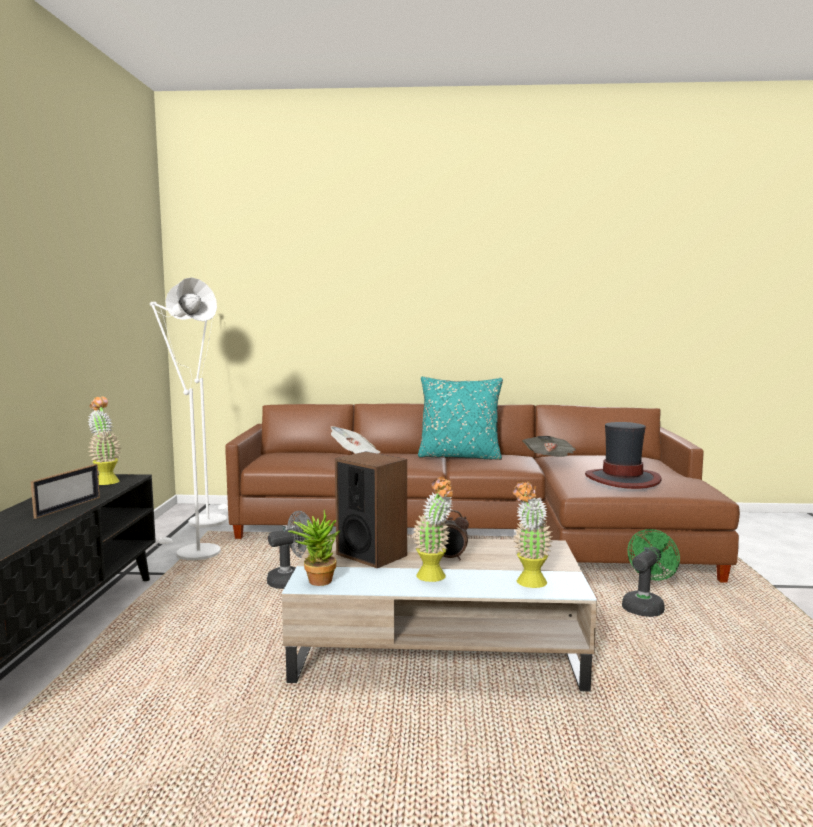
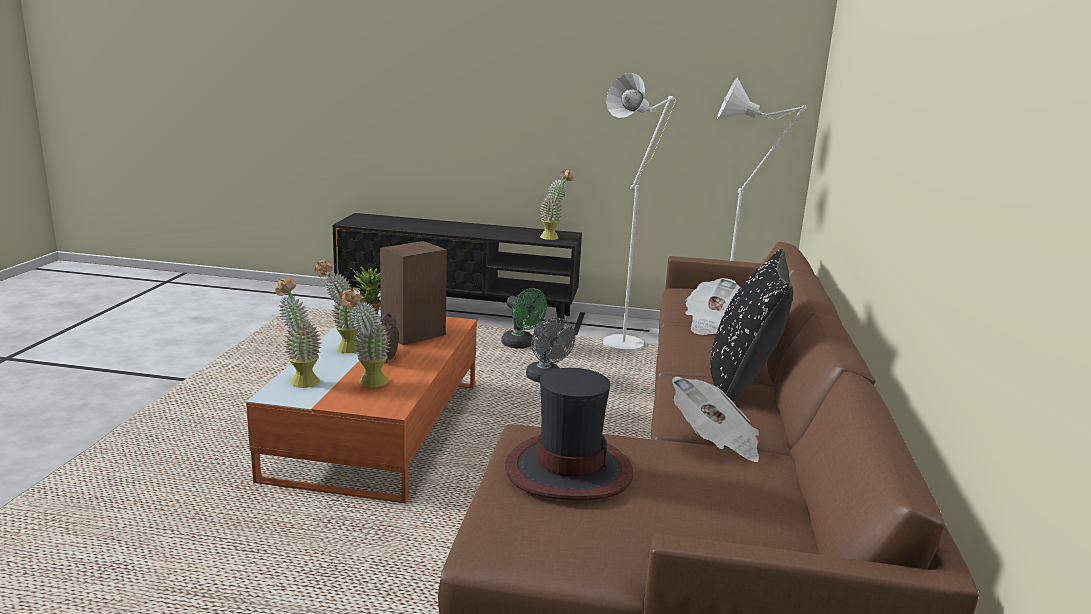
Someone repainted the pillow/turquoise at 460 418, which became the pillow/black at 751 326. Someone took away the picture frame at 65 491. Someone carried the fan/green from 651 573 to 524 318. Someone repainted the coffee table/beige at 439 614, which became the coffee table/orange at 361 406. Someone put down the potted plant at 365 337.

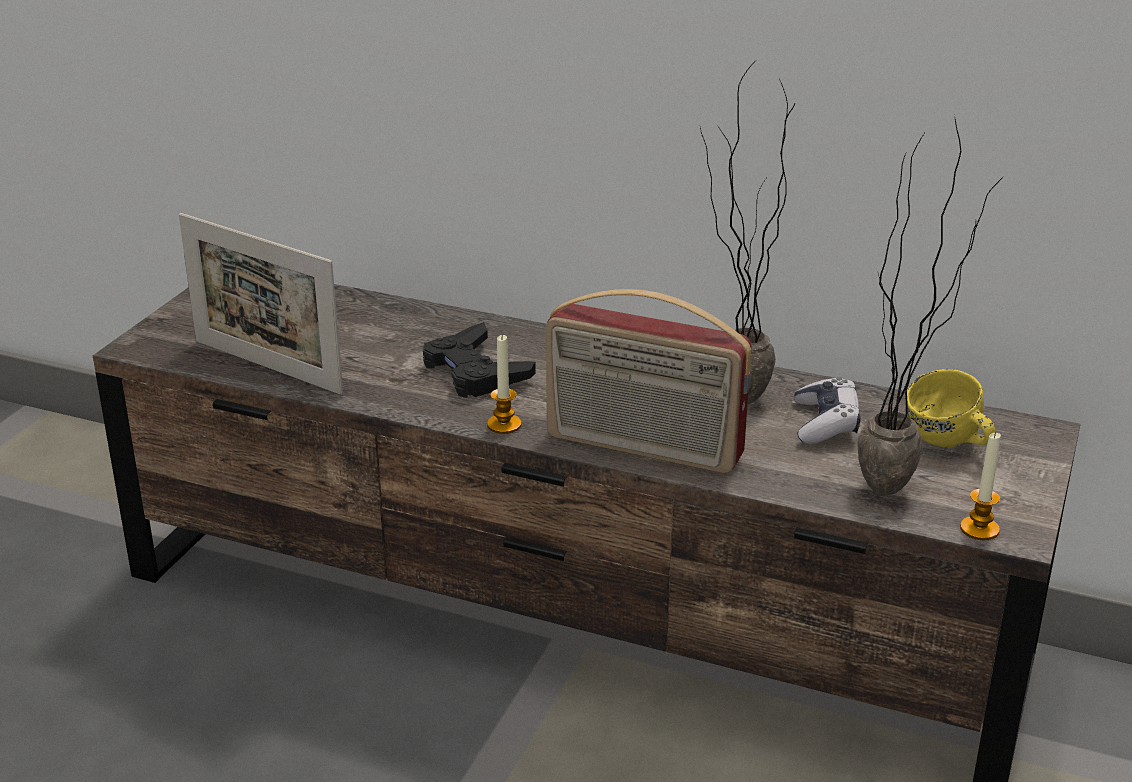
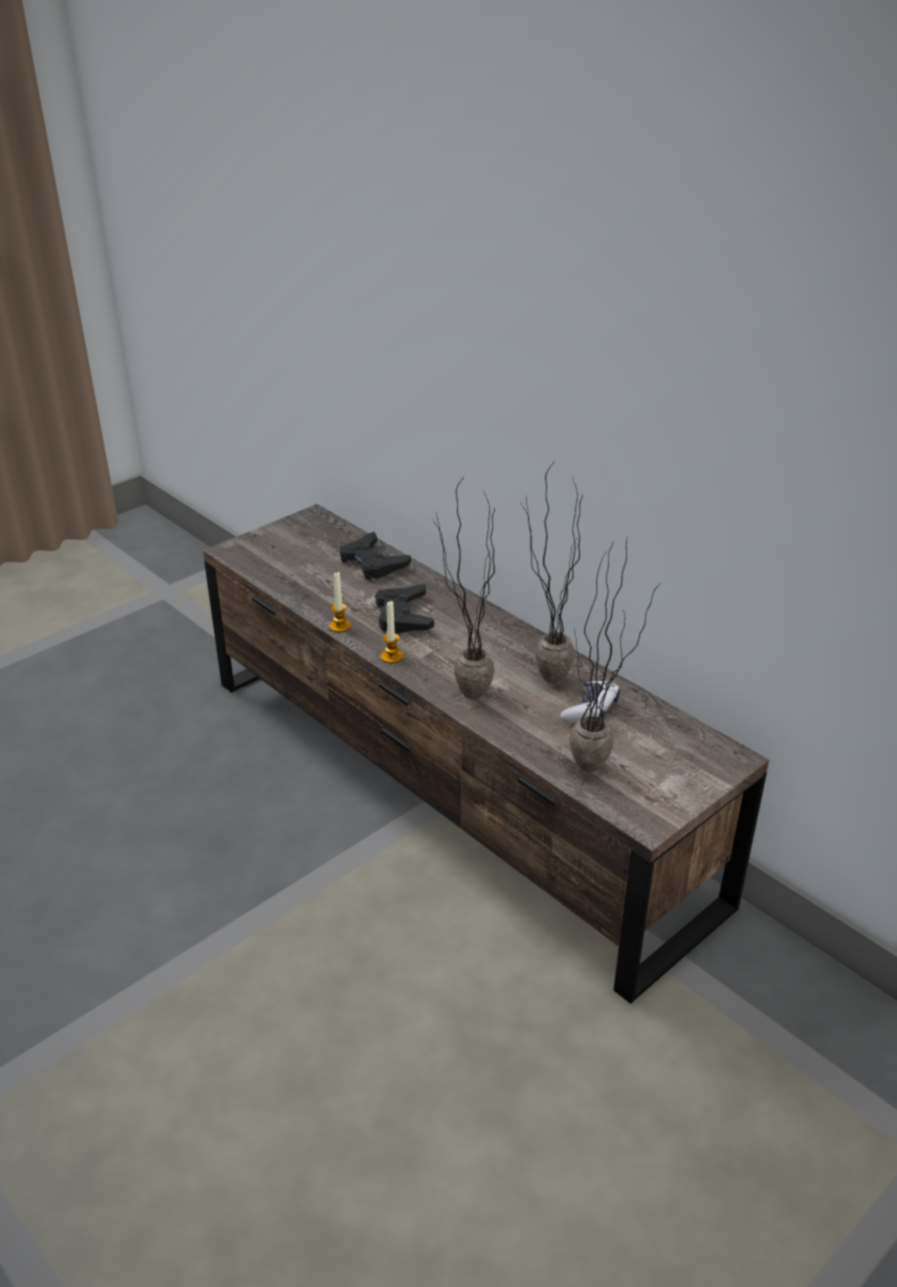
Someone took away the picture frame at 261 304. Someone swapped the radio at 649 381 for the potted plant at 464 588. Someone took away the mug/yellow at 951 408. Someone carried the candle from 980 486 to 340 601. Someone put down the game controller/black at 375 556.

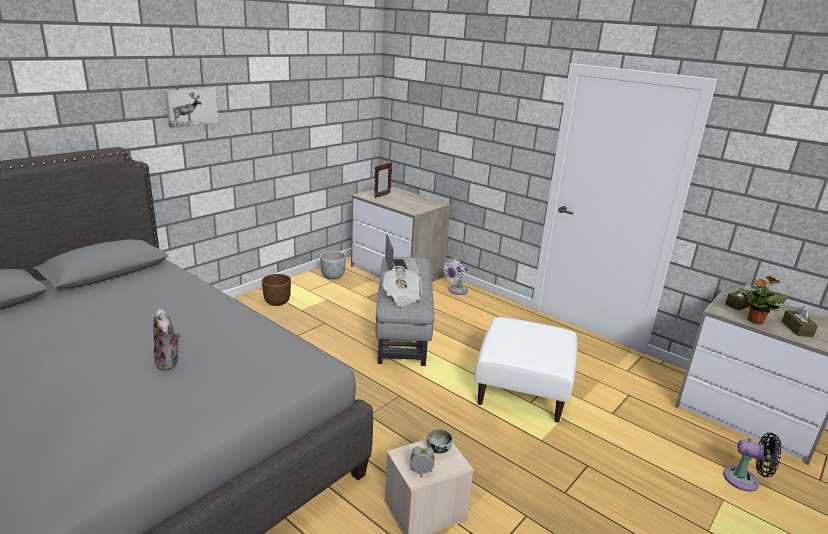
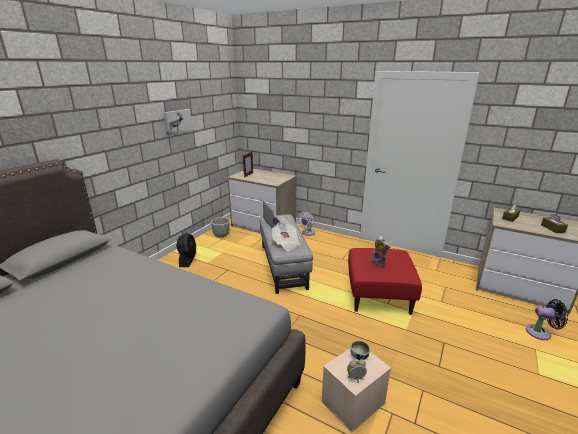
Someone carried the picture from 191 108 to 178 122. Someone swapped the planter/brown at 276 290 for the fan/black at 186 250. Someone took away the potted plant at 763 300. Someone carried the plush toy from 166 339 to 380 251. Someone repainted the ottoman/white at 526 370, which became the ottoman/red at 385 281.

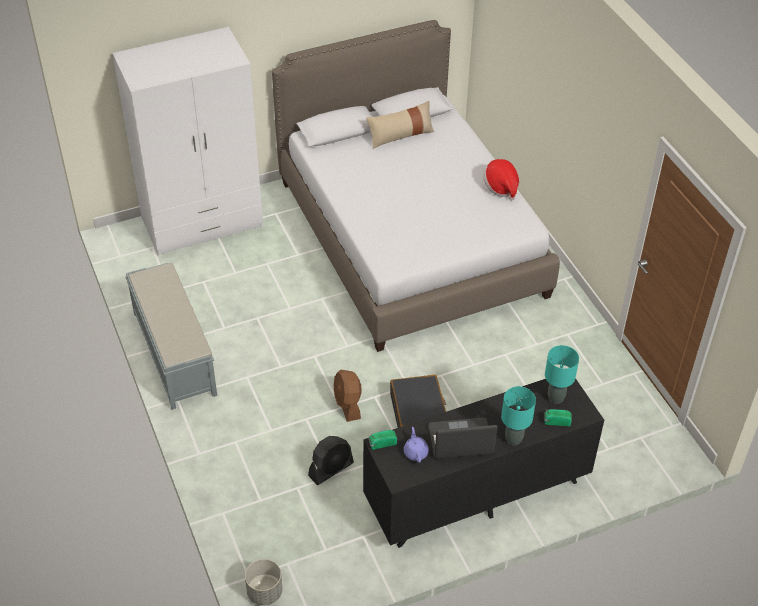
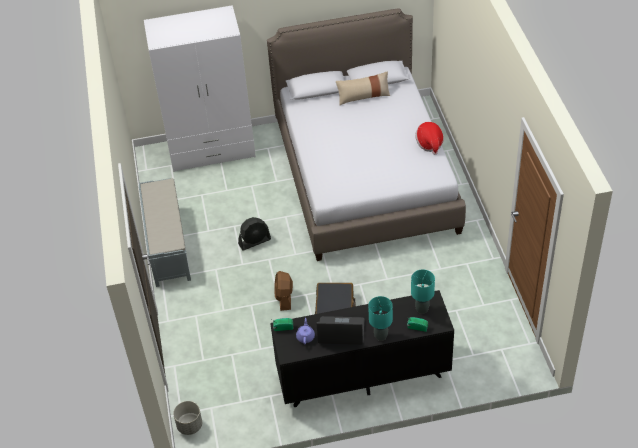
Someone carried the fan/black from 331 460 to 254 234.

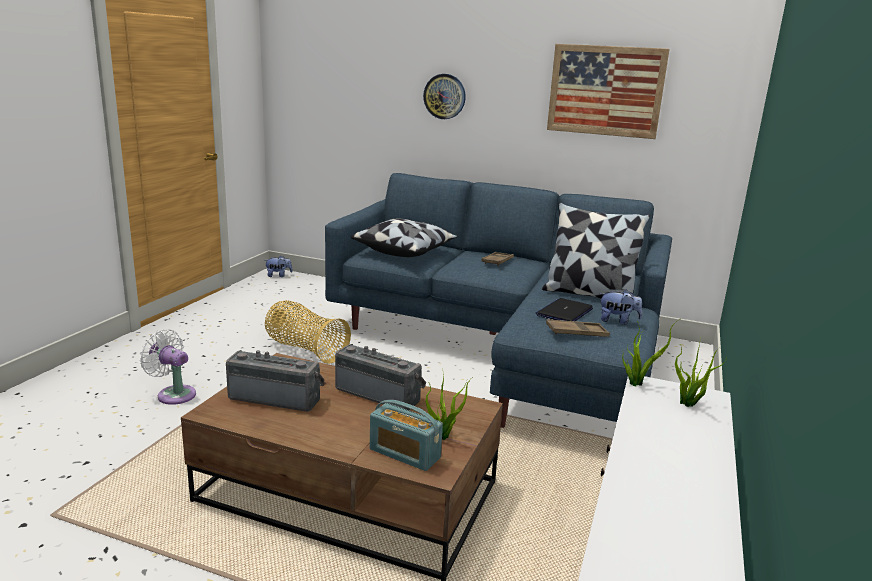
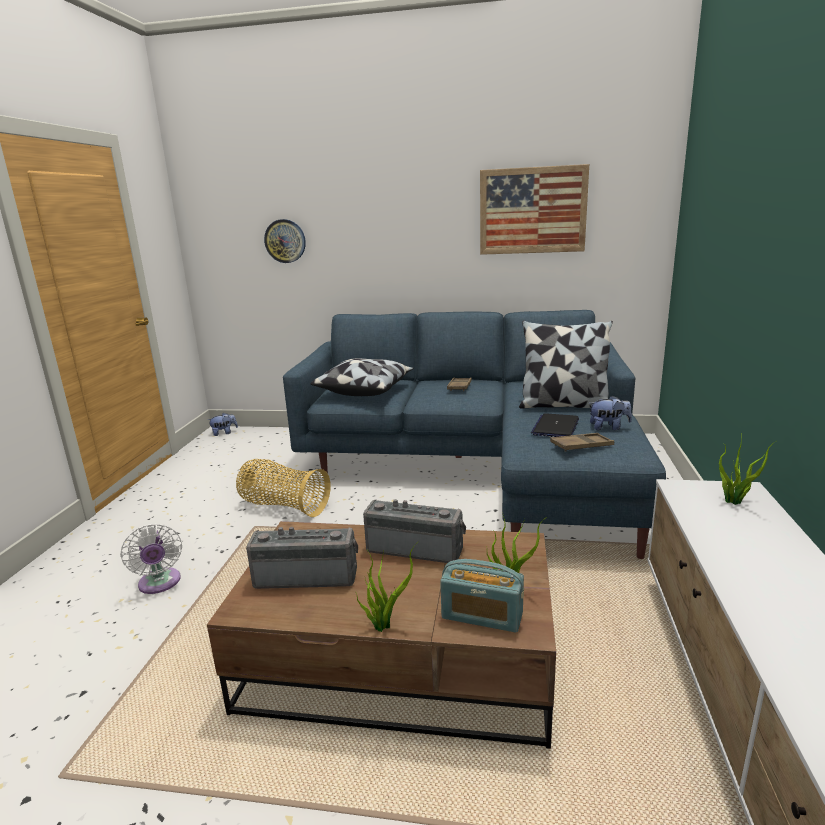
Someone carried the wall clock from 444 96 to 285 241. Someone carried the potted plant from 651 352 to 387 586. Someone rotated the fan/white at 168 367 by 135 degrees counterclockwise.

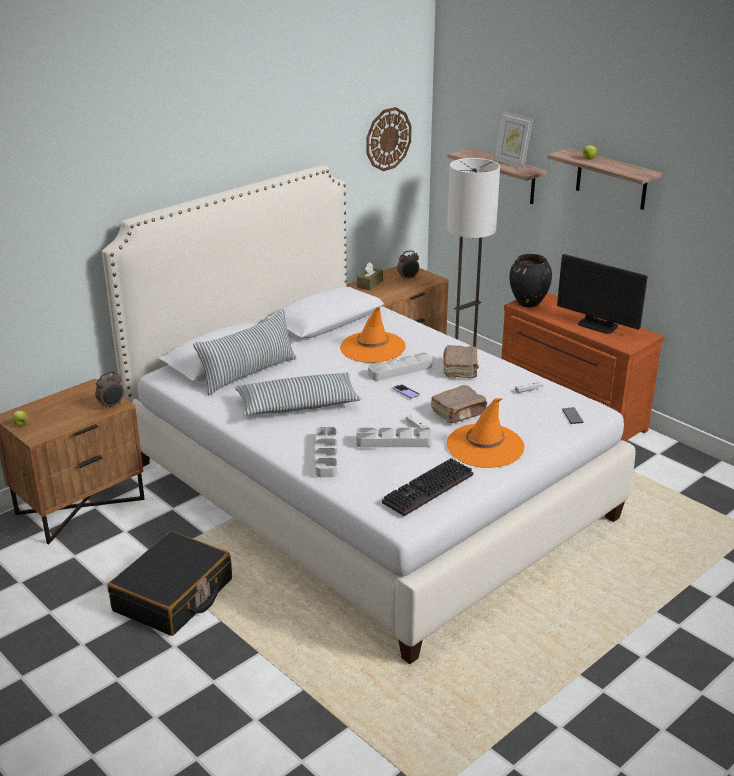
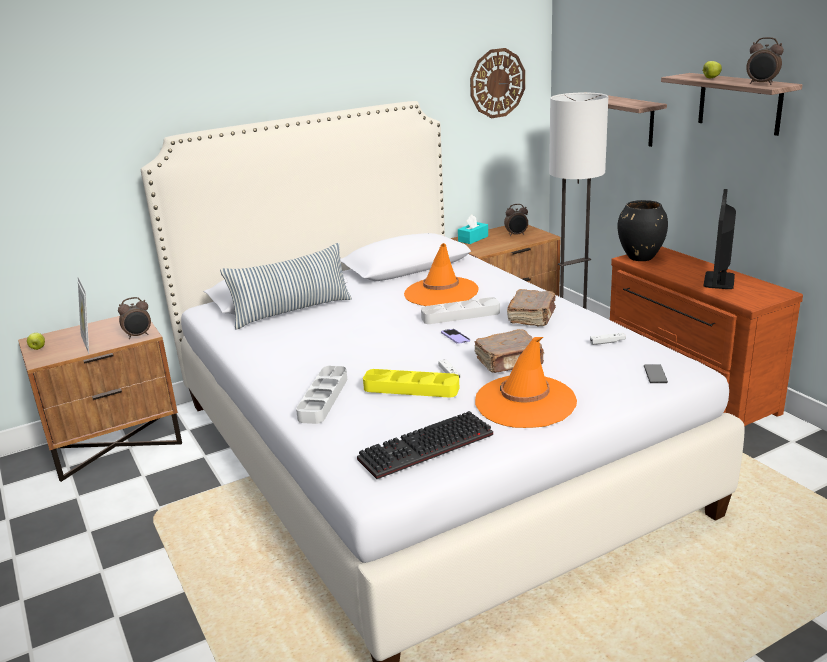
Someone carried the picture frame from 513 140 to 83 315. Someone rotated the monitor at 602 294 by 60 degrees clockwise. Someone repainted the tissue box/brown at 370 276, which became the tissue box/turquoise at 473 229. Someone took away the pillow at 298 394. Someone repainted the tray/grey at 394 437, which became the tray/yellow at 411 383. Someone took away the suitcase/black at 170 583. Someone put down the alarm clock at 765 61.

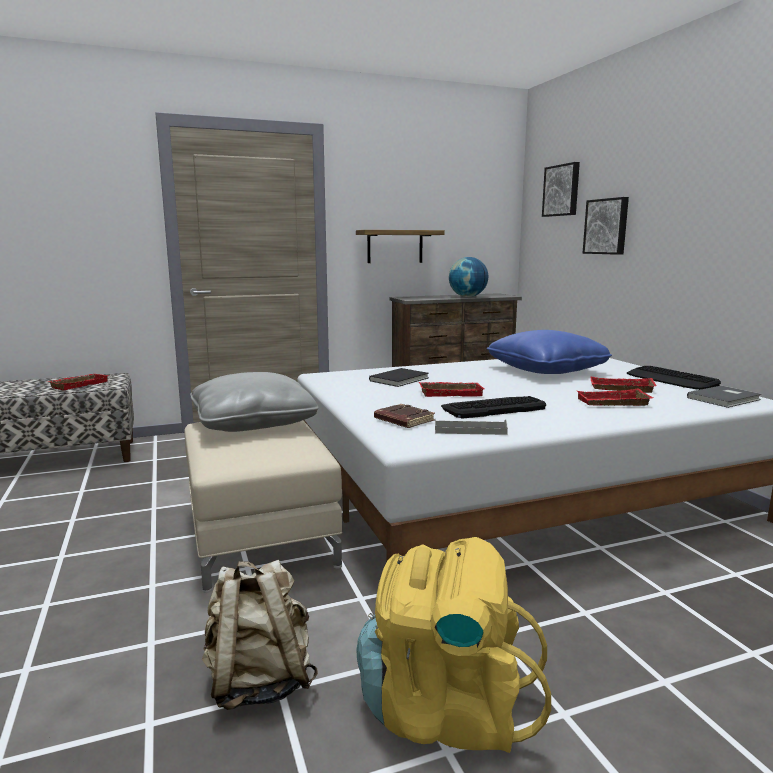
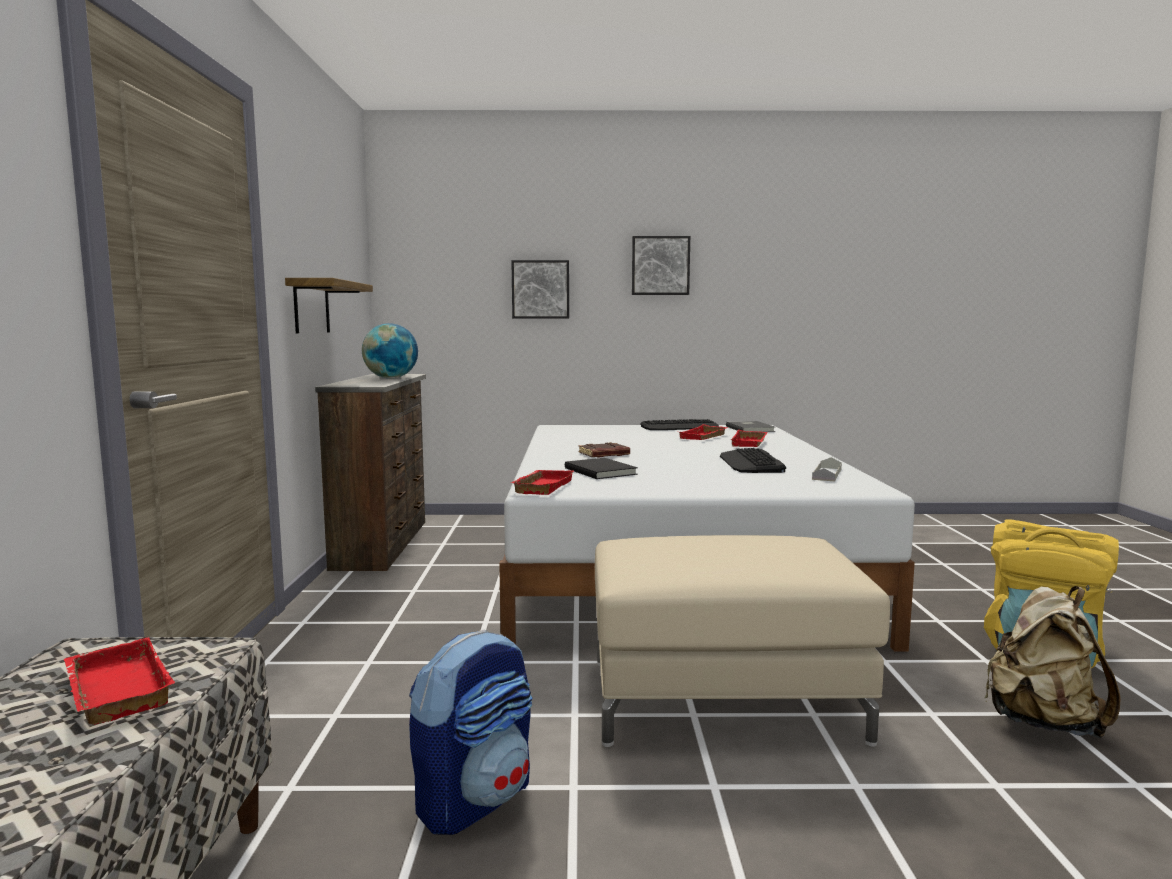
Someone carried the picture from 561 189 to 661 265. Someone took away the pillow/blue at 549 352. Someone took away the pillow/grey at 254 402. Someone carried the tray/red from 451 389 to 542 482. Someone carried the book/brown from 404 416 to 604 449. Someone put down the backpack at 471 732.

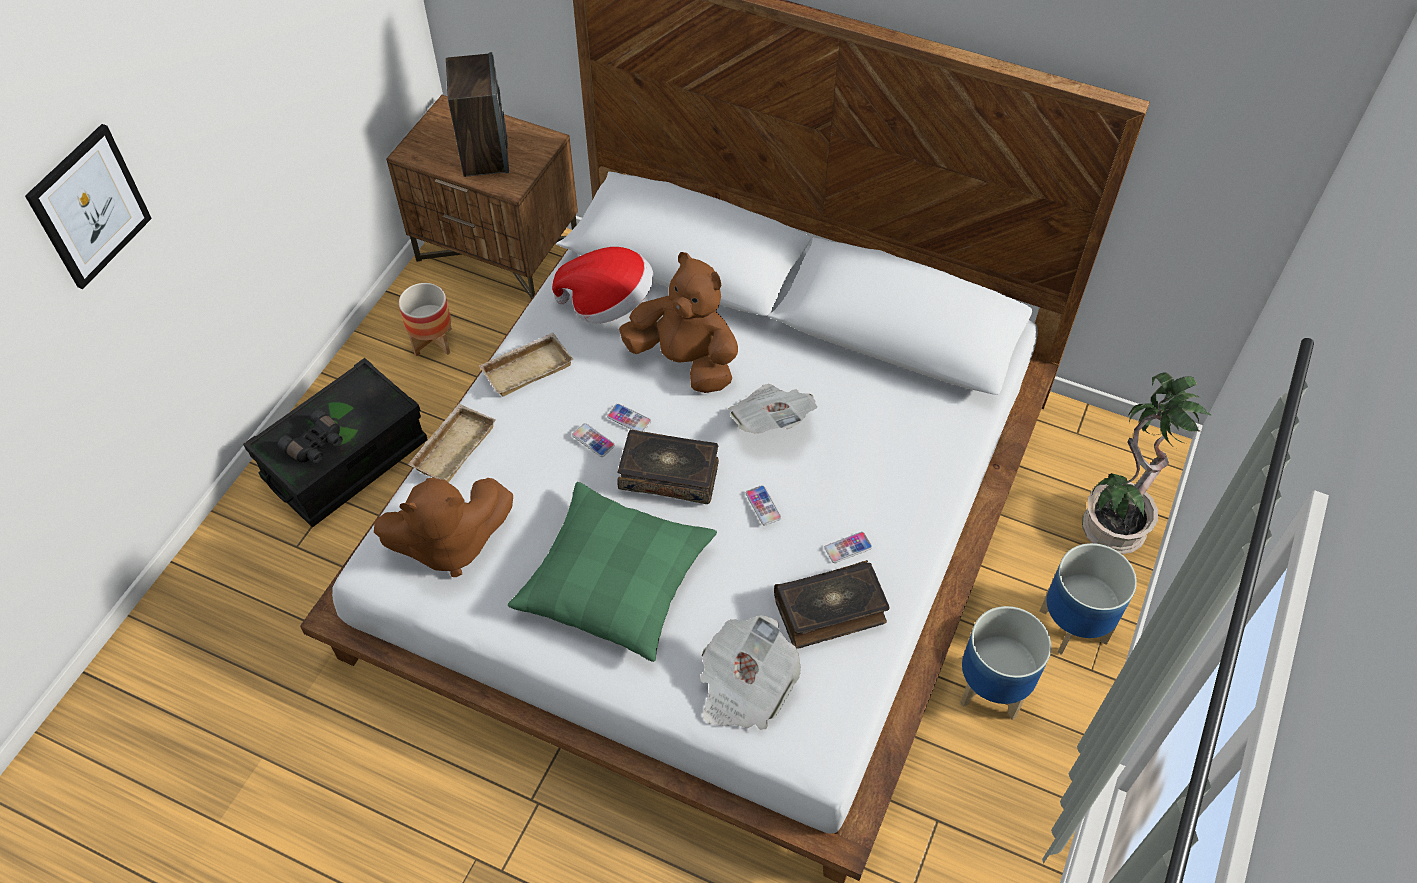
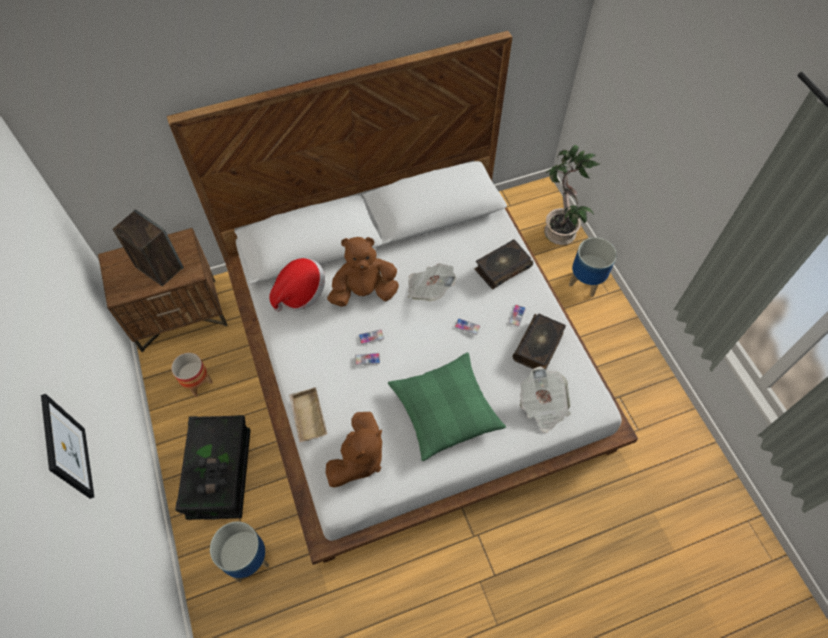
Someone took away the tray/beige at 526 364. Someone carried the book from 668 467 to 504 264. Someone carried the planter from 1005 663 to 239 552.

